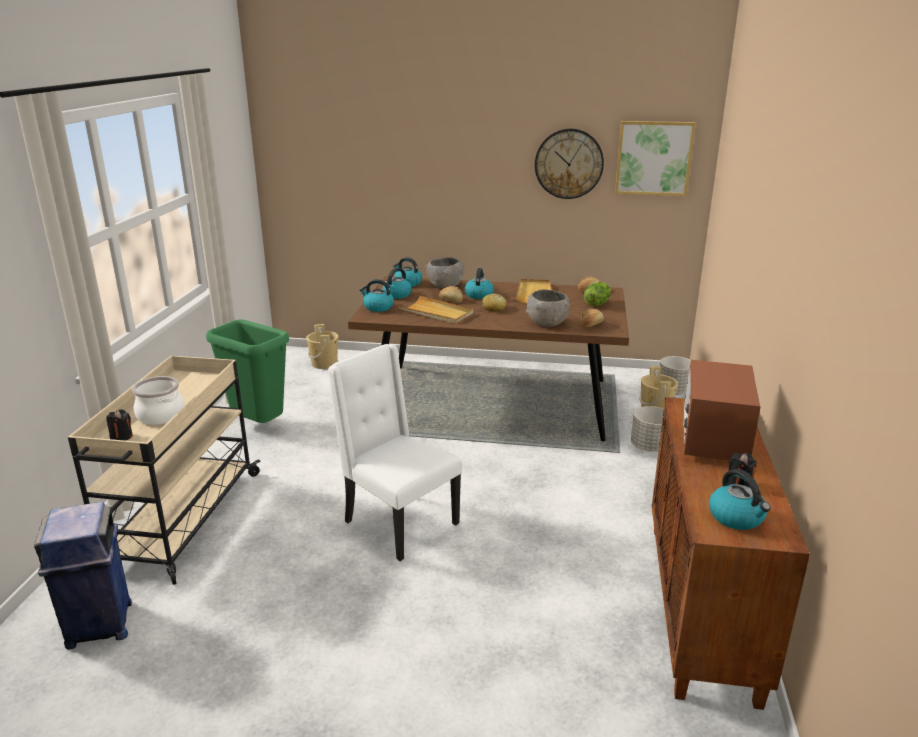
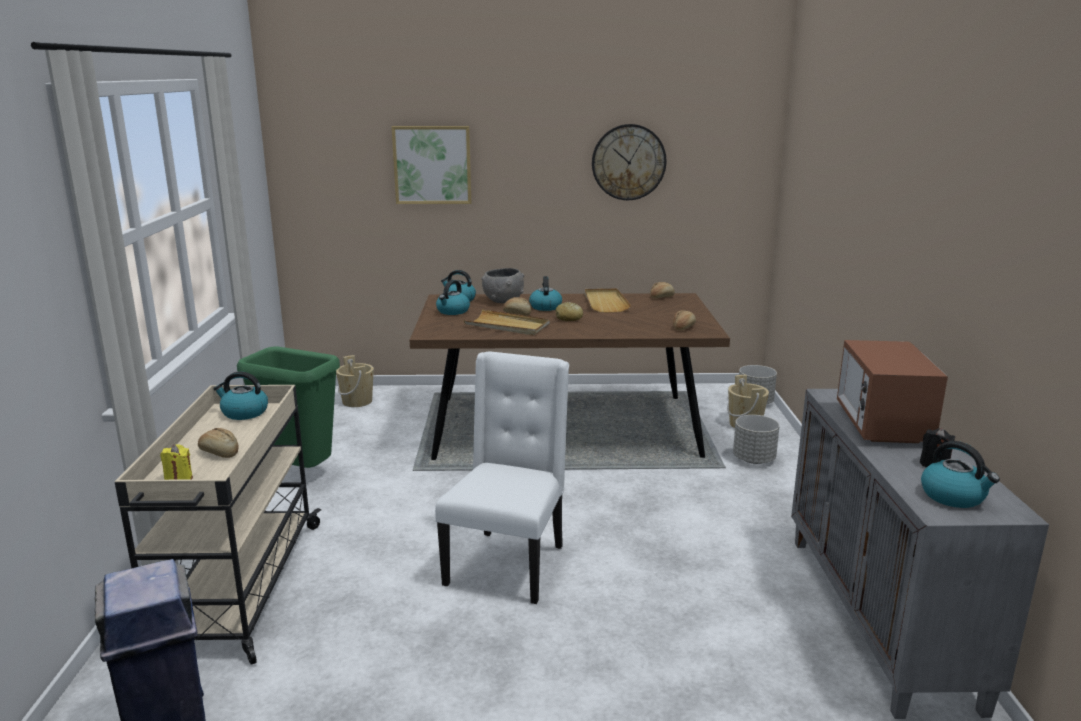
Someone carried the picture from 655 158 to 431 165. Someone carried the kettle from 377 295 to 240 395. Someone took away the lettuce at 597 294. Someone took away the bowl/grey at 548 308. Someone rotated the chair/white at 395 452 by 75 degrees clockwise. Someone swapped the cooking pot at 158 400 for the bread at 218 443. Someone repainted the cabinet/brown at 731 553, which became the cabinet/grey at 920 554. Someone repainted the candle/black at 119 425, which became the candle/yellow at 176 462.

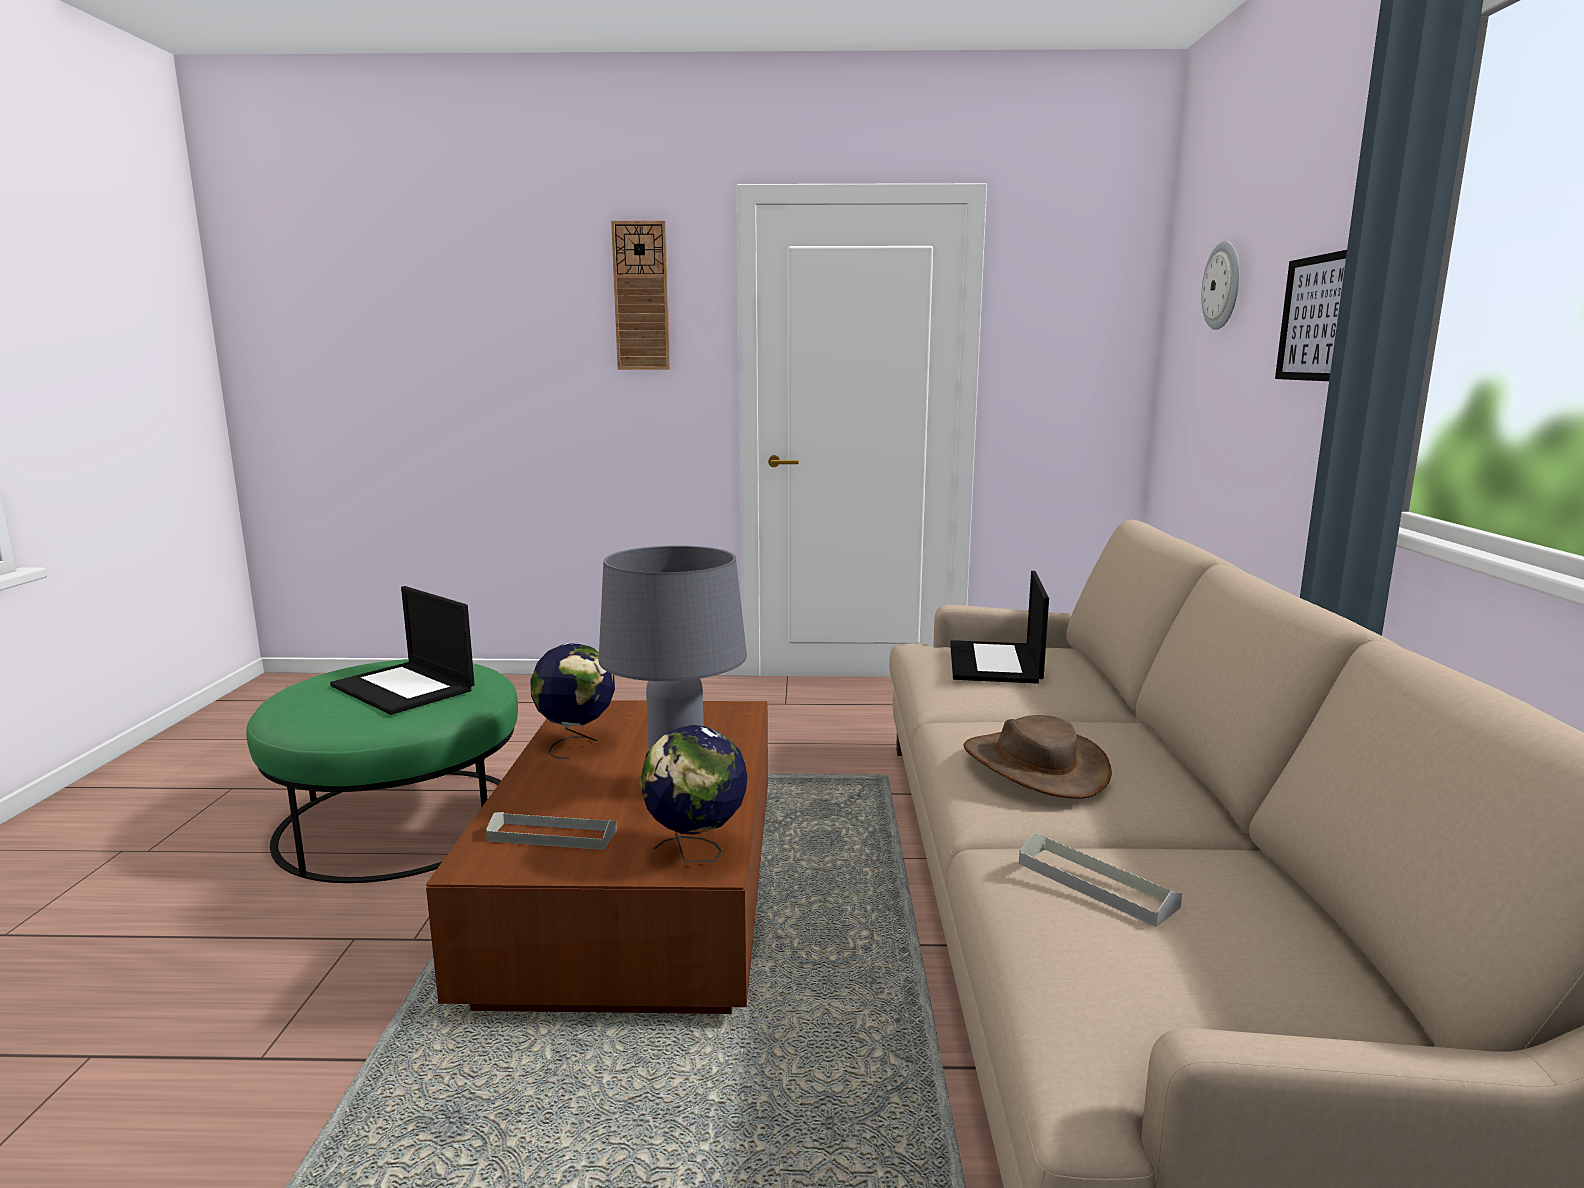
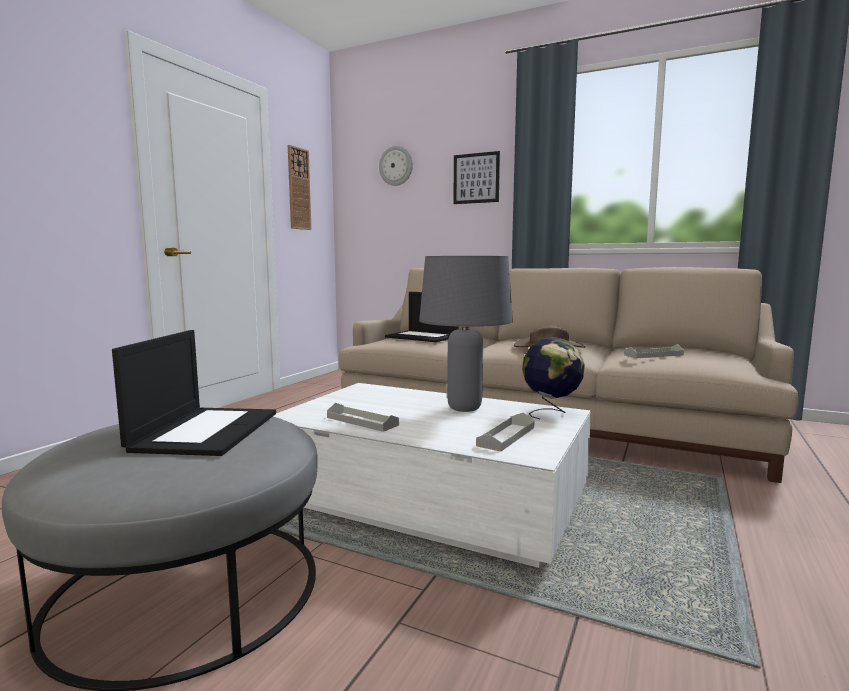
Someone carried the wall clock from 640 295 to 299 187. Someone rotated the laptop at 402 650 by 60 degrees counterclockwise. Someone swapped the globe at 572 701 for the tray/grey at 363 417. Someone repainted the ottoman/green at 382 771, which became the ottoman/grey at 160 554. Someone repainted the coffee table/brown at 597 857, which became the coffee table/white at 432 475.

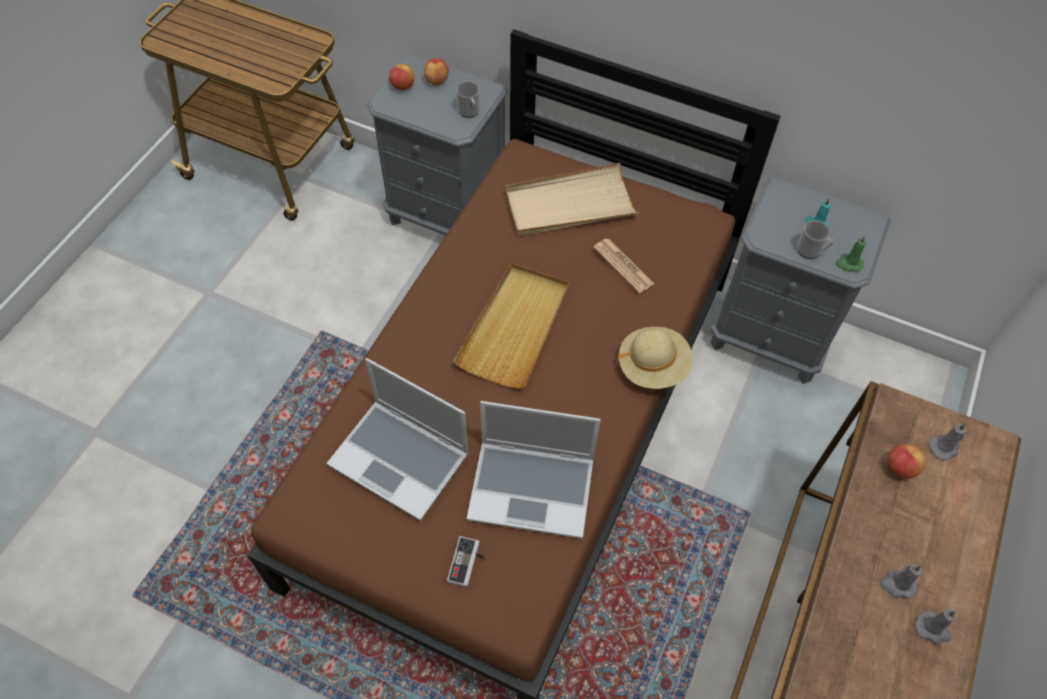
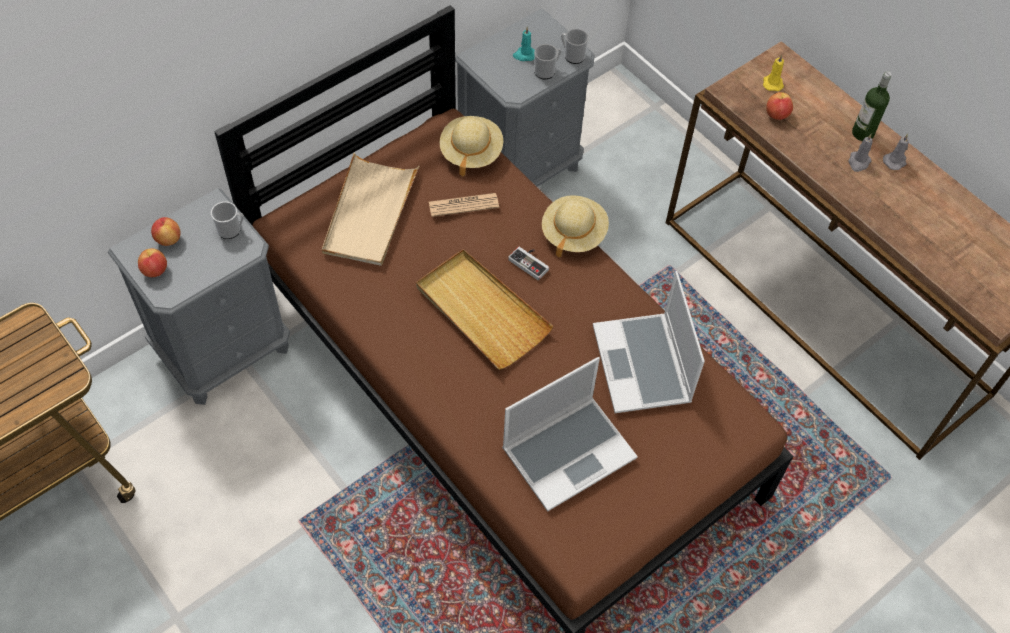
Someone swapped the candle/green at 851 254 for the mug at 575 46. Someone rotated the laptop at 533 470 by 135 degrees clockwise. Someone repainted the candle/grey at 947 441, which became the candle/yellow at 773 73. Someone carried the game controller from 466 561 to 528 264. Someone put down the bottle at 872 106. Someone put down the hat/beige at 471 146.

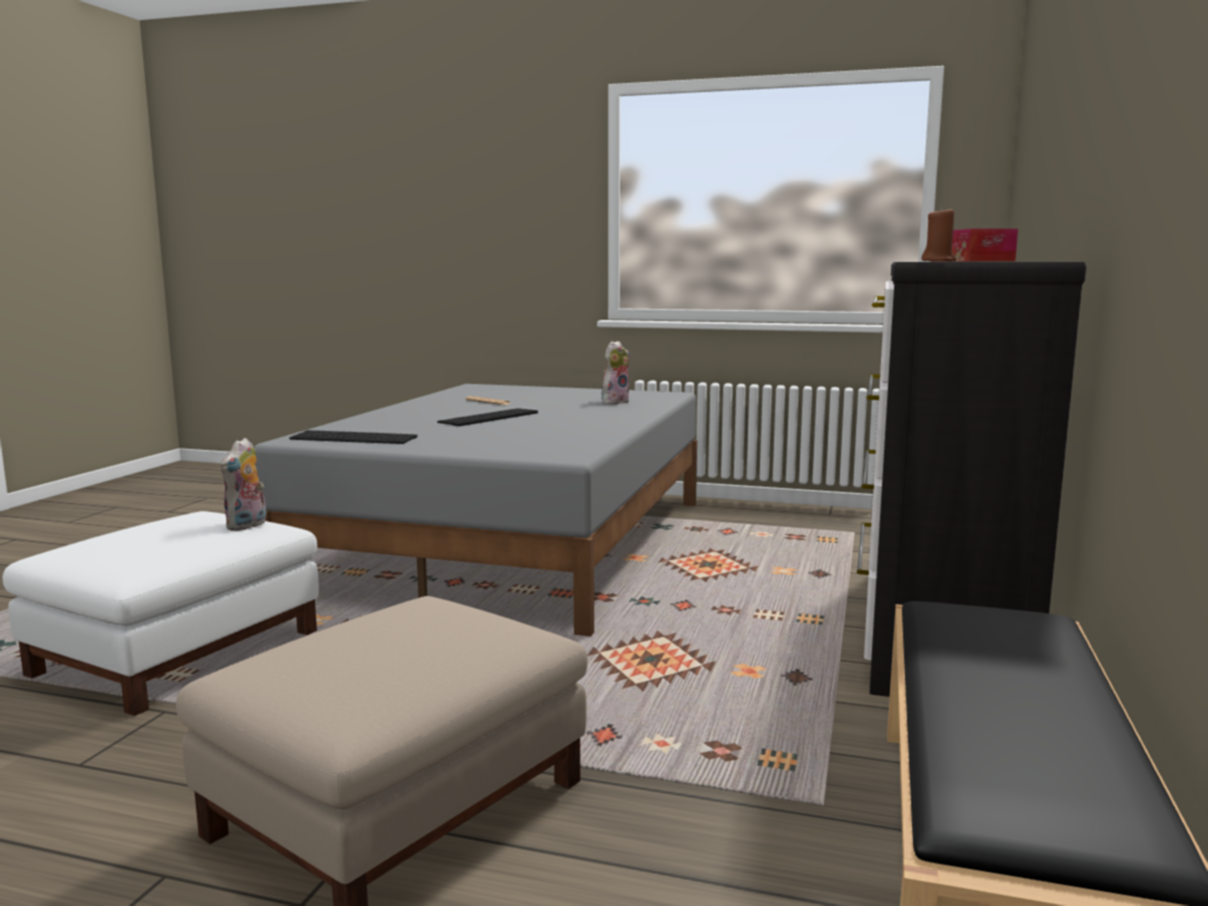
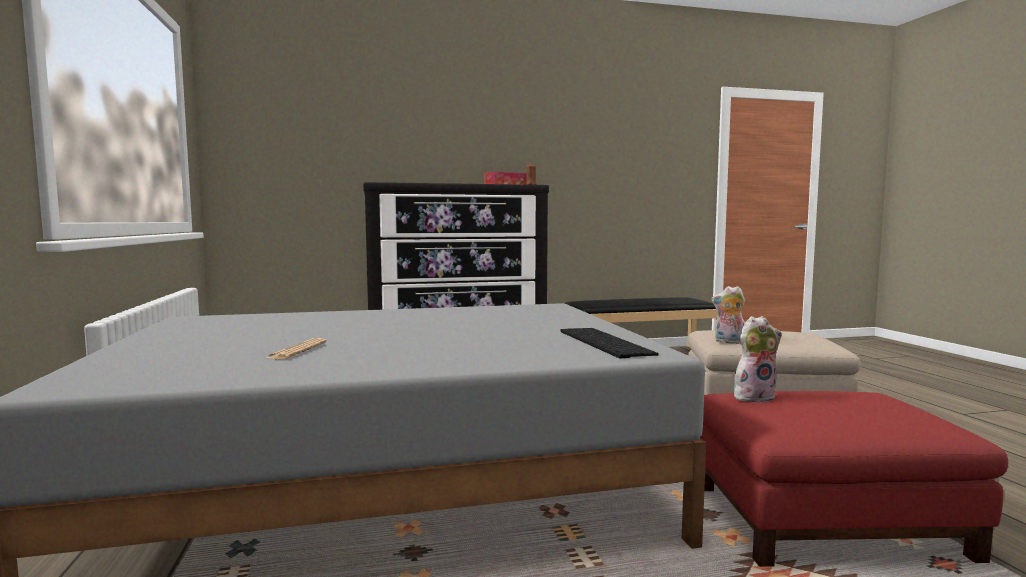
Someone carried the plush toy from 616 372 to 728 315. Someone took away the keyboard at 487 417. Someone repainted the ottoman/white at 161 613, which became the ottoman/red at 854 479.

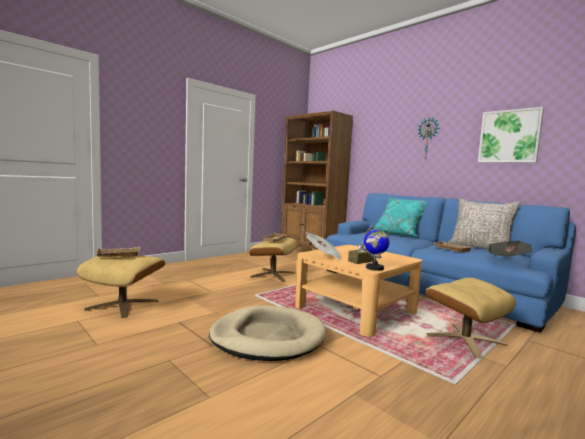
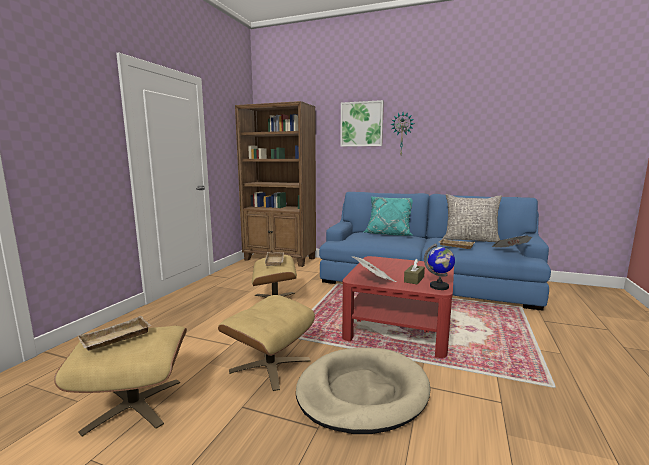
Someone carried the picture from 511 135 to 362 123. Someone repainted the coffee table/beige at 358 291, which became the coffee table/red at 398 307. Someone carried the ottoman/beige from 471 318 to 266 343.

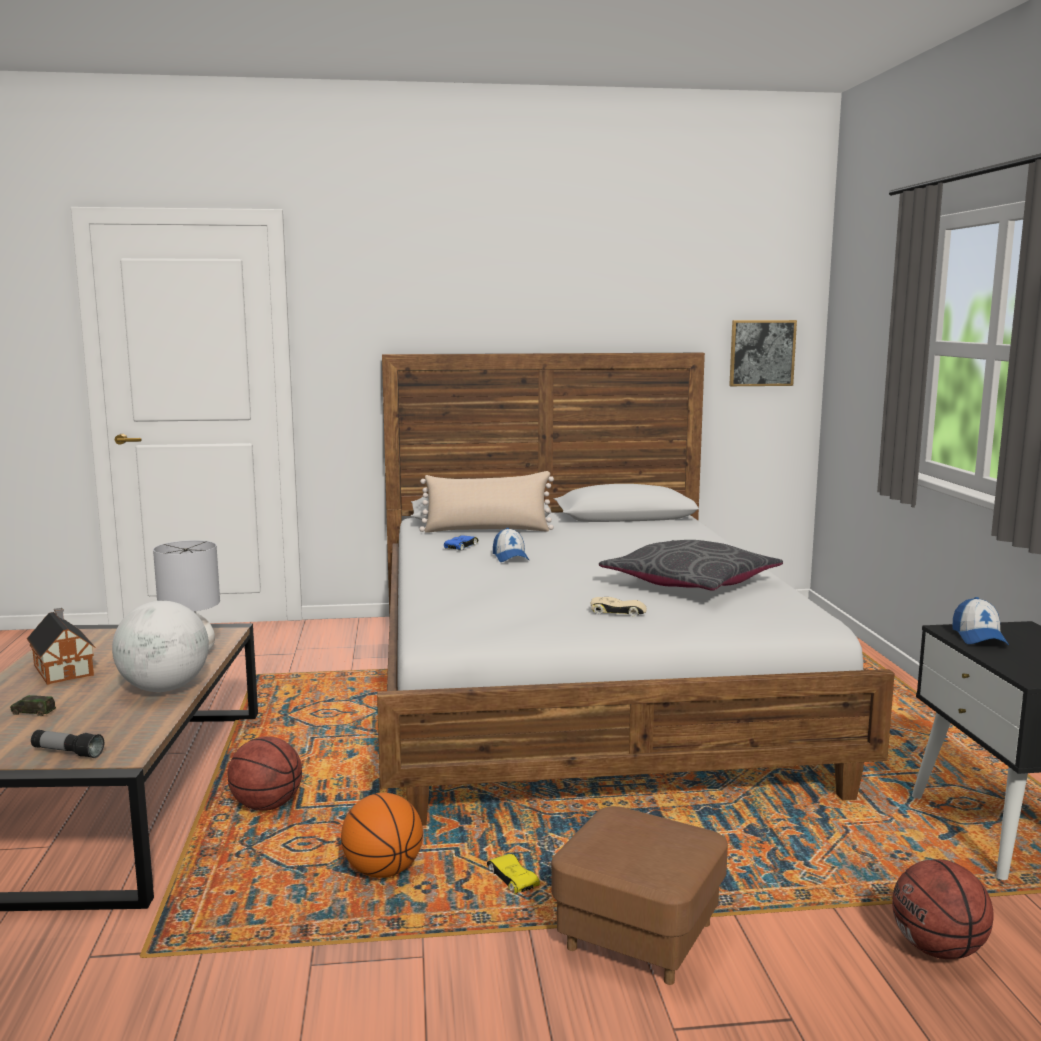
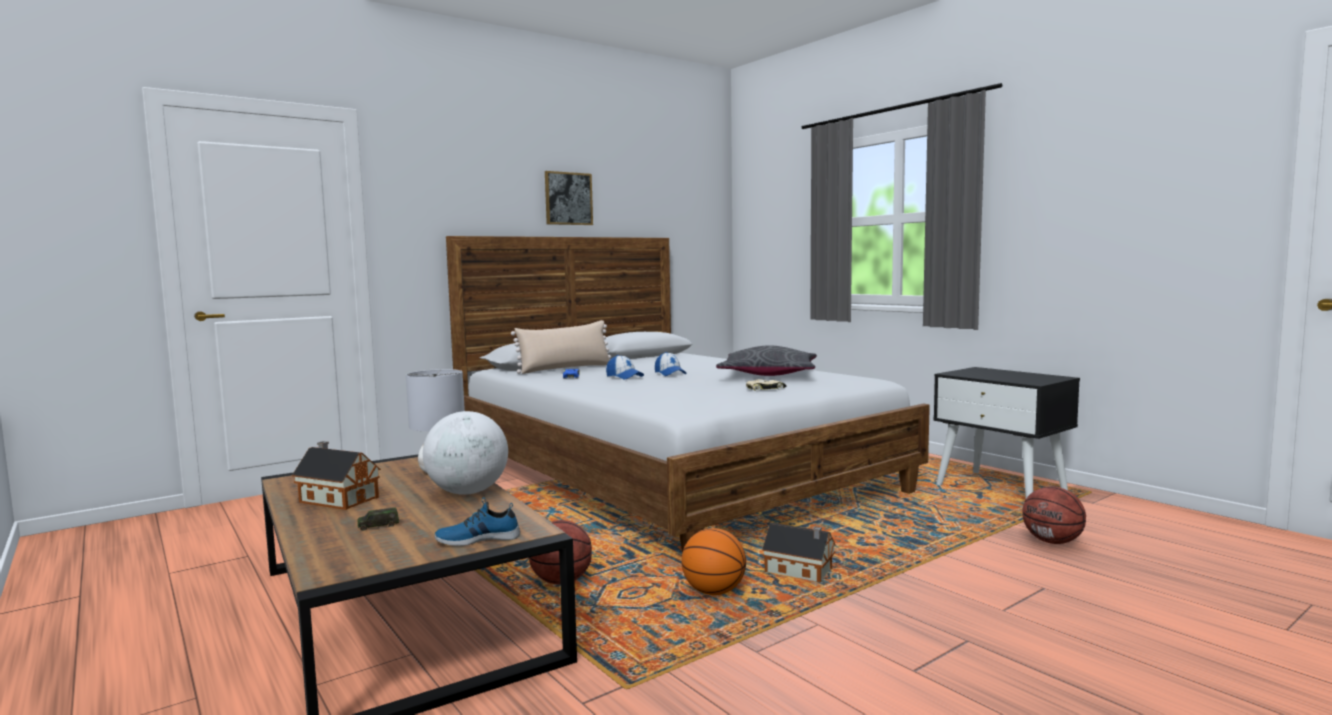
Someone carried the picture from 763 353 to 569 198. Someone carried the cap from 980 621 to 671 364. Someone swapped the flashlight at 67 744 for the shoe at 477 521. Someone took away the ottoman/brown at 639 895. Someone swapped the toy car/yellow at 513 874 for the toy house at 799 552.

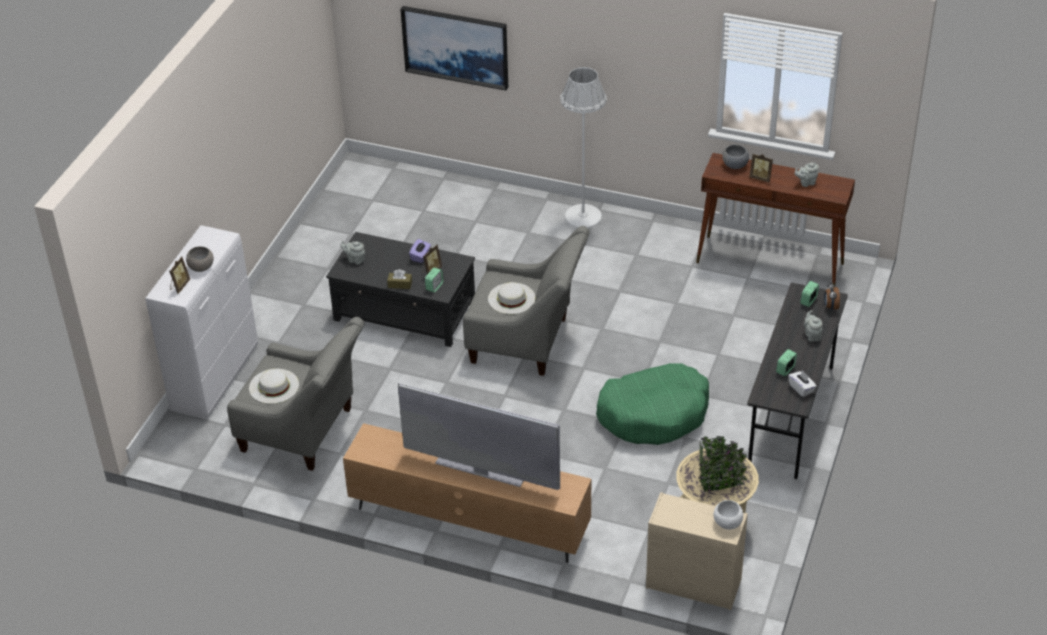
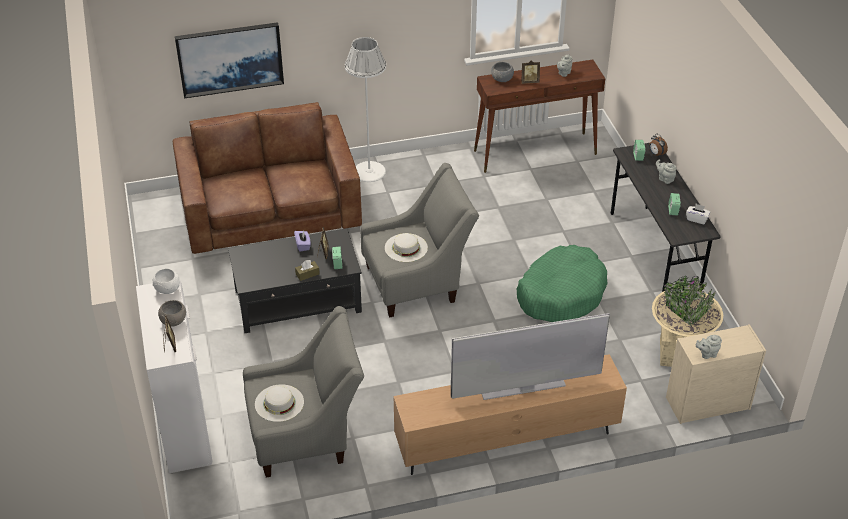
Someone carried the teapot/grey from 352 252 to 709 347. Someone carried the bowl/white from 728 515 to 166 281. Someone put down the sofa/brown at 267 178.

